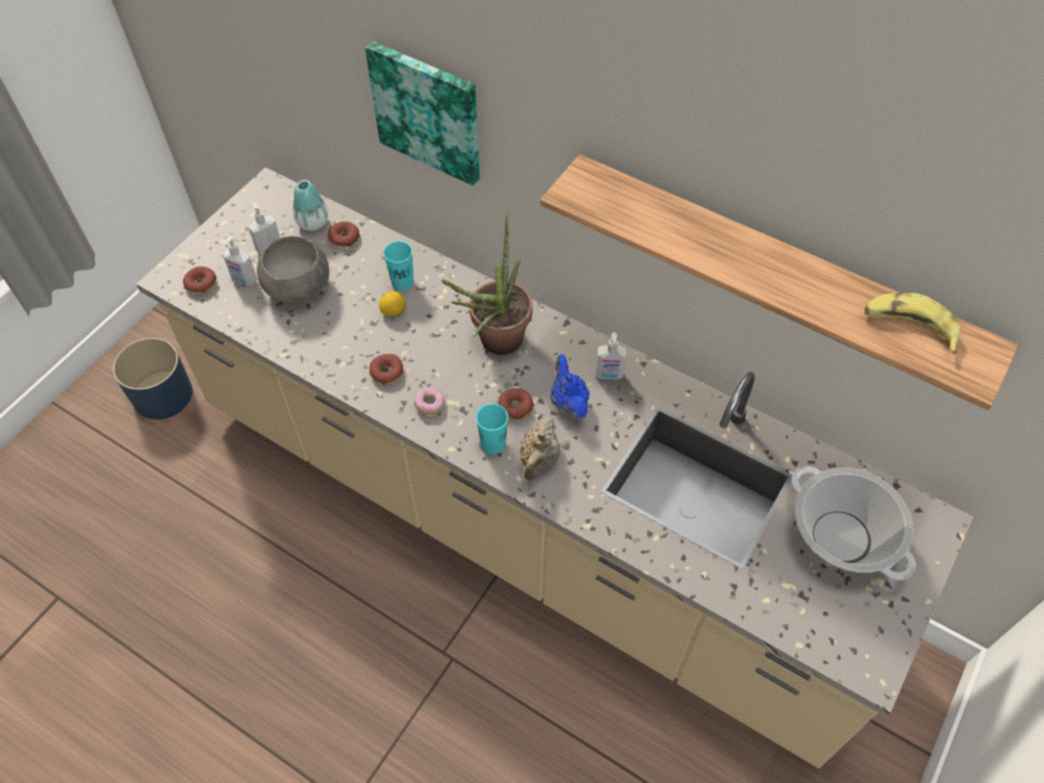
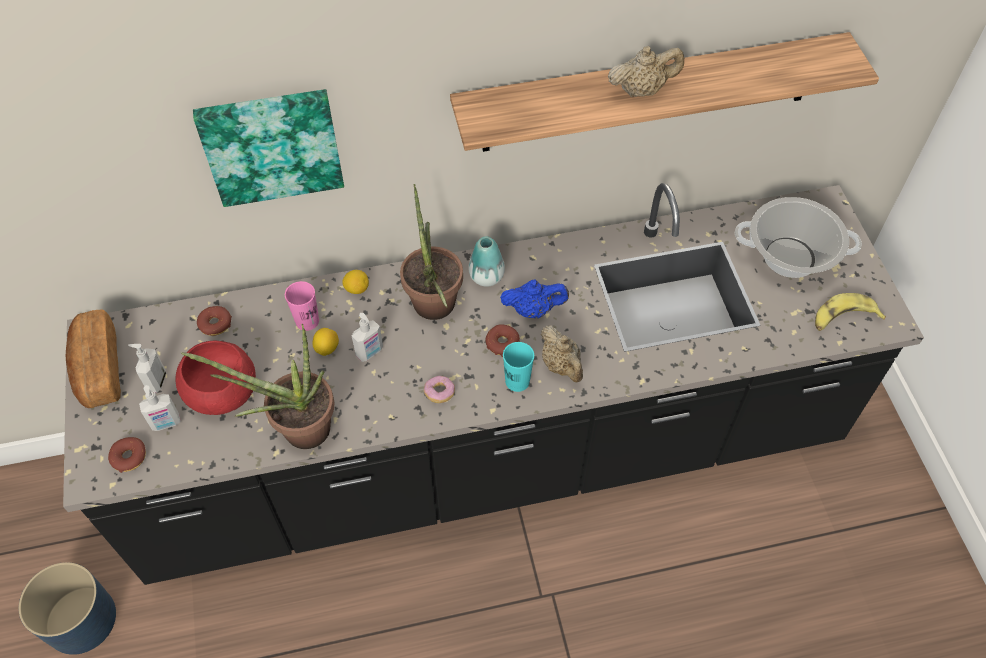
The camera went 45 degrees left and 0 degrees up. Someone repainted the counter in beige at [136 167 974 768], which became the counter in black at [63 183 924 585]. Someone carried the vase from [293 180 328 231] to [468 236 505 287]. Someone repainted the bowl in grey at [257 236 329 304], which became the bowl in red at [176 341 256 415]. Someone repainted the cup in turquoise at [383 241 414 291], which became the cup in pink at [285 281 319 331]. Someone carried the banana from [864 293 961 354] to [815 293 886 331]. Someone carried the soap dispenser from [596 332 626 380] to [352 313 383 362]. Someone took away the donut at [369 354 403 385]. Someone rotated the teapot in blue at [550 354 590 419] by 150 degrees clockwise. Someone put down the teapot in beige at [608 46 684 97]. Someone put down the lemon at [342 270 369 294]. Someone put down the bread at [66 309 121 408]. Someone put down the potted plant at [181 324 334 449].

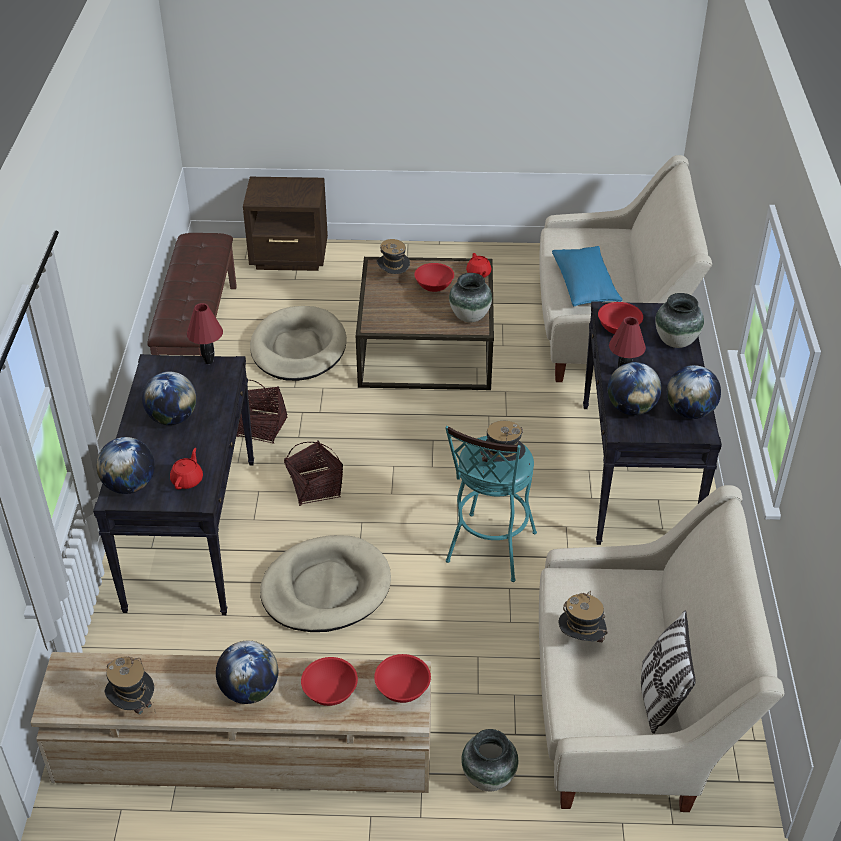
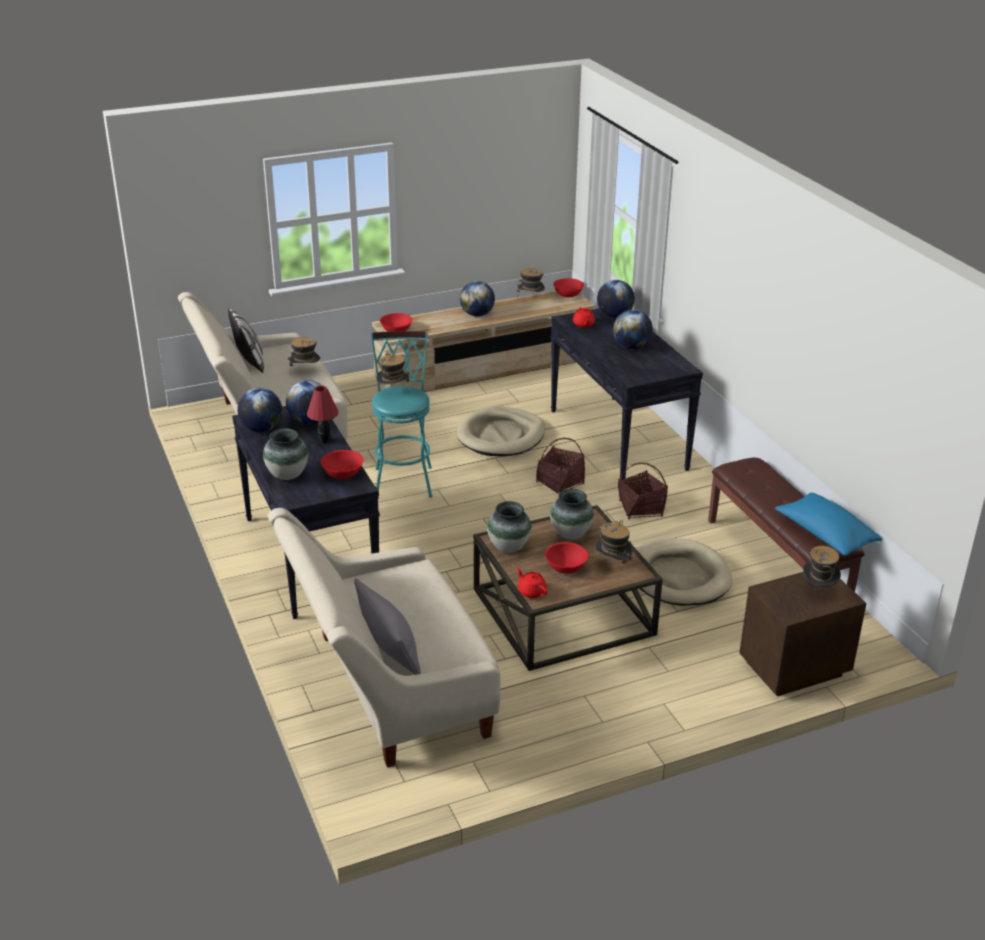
The camera went 155 degrees right and 10 degrees down. Someone carried the pillow in blue from [552 246 623 306] to [775 492 882 556]. Someone took away the table lamp in red at [187 303 223 364]. Someone carried the bowl in red from [301 657 358 706] to [553 278 584 297]. Someone carried the vase from [461 729 518 791] to [550 489 594 539]. Someone put down the hat at [803 546 841 587]. Someone put down the pillow in grey at [354 578 421 675].

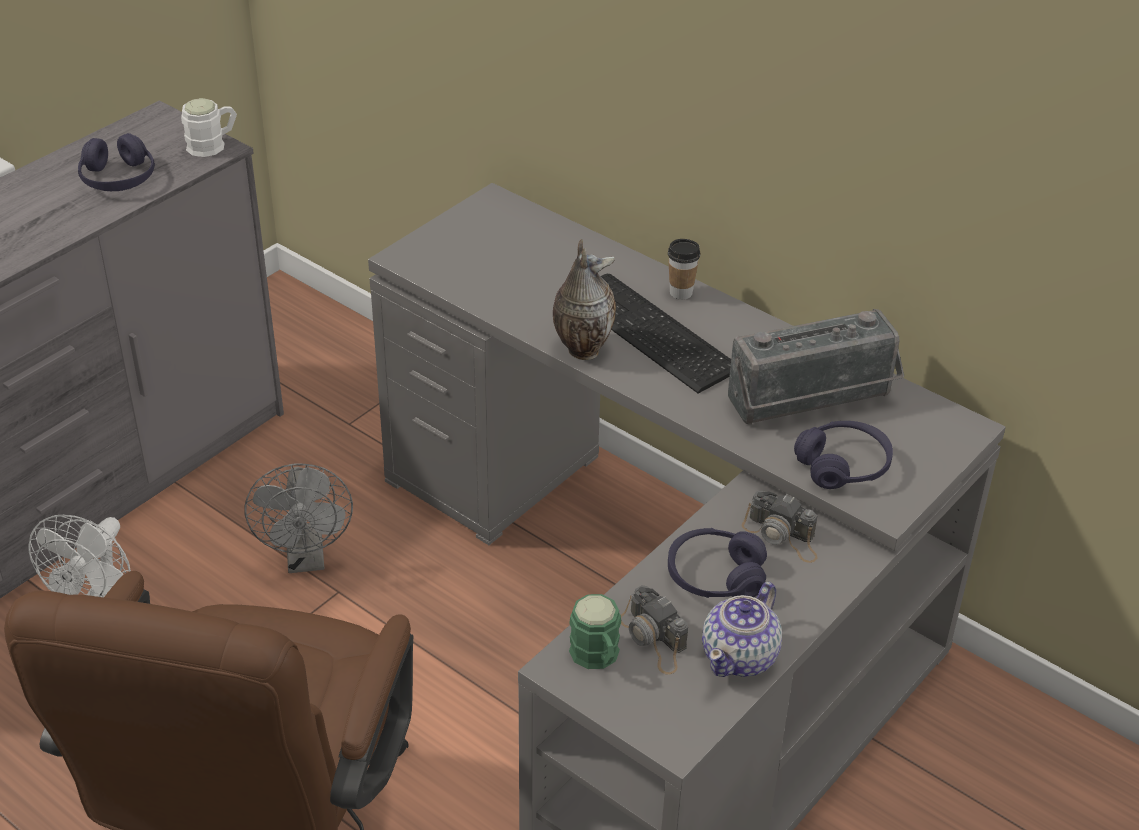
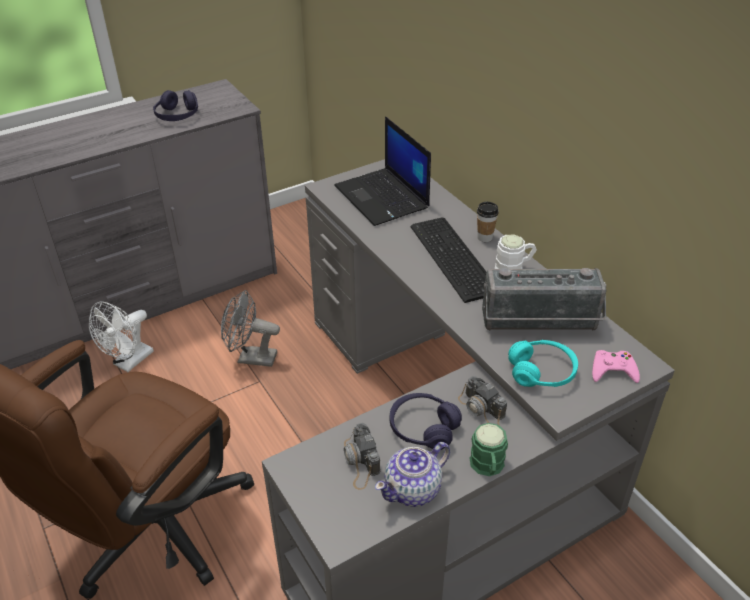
The camera went 20 degrees right and 0 degrees up. Someone carried the mug in white from [181 98 237 157] to [495 234 537 269]. Someone took away the vase at [553 239 616 360]. Someone repainted the headphones in purple at [794 421 893 489], which became the headphones in turquoise at [508 340 578 387]. Someone rotated the fan in grey at [245 464 353 573] by 90 degrees clockwise. Someone carried the mug in green from [569 594 621 669] to [470 423 508 476]. Someone put down the laptop at [334 117 431 226]. Someone put down the game controller in pink at [592 350 640 383].

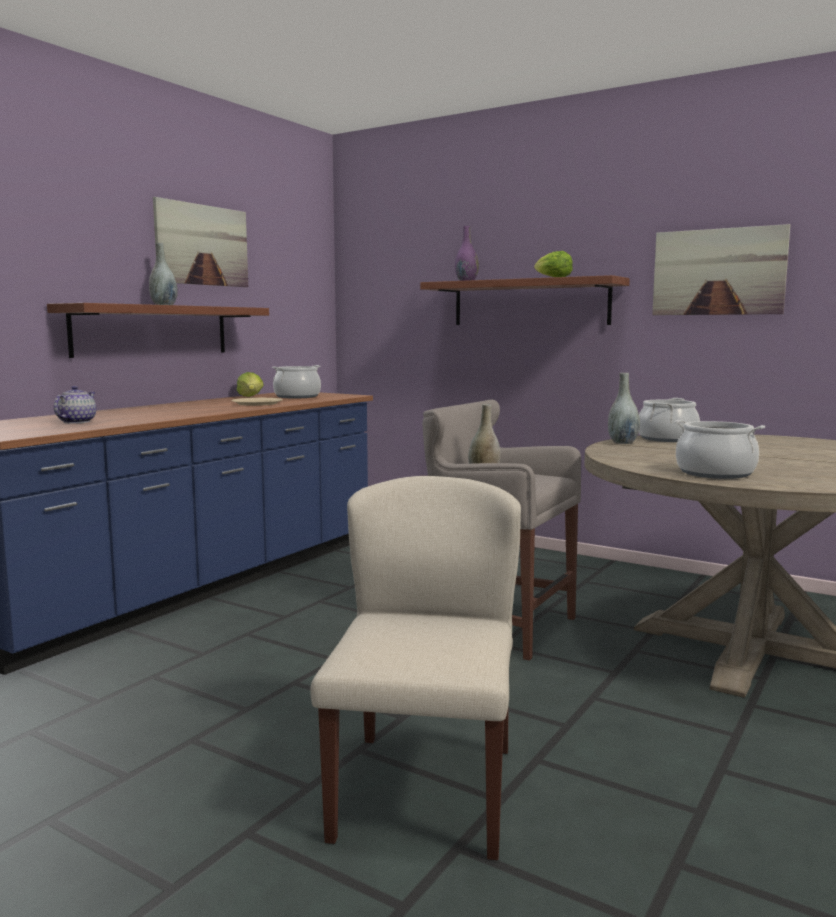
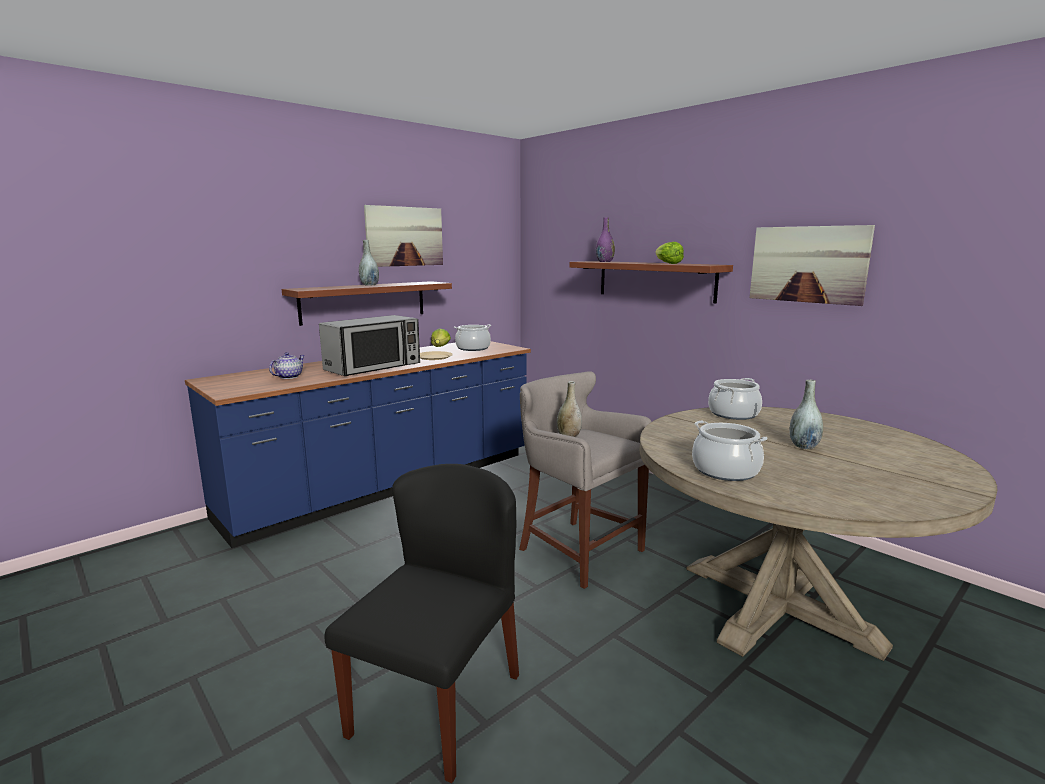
The camera went 15 degrees right and 5 degrees up. Someone carried the vase in grey from [608 373 640 444] to [790 380 823 449]. Someone repainted the chair in beige at [310 476 521 860], which became the chair in black at [325 464 519 783]. Someone put down the microwave at [319 315 420 376].

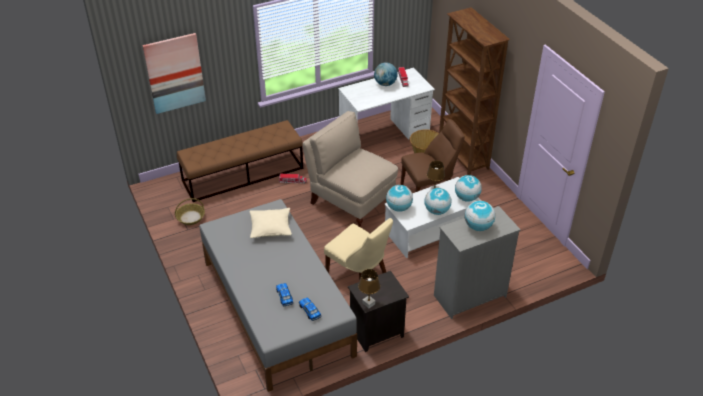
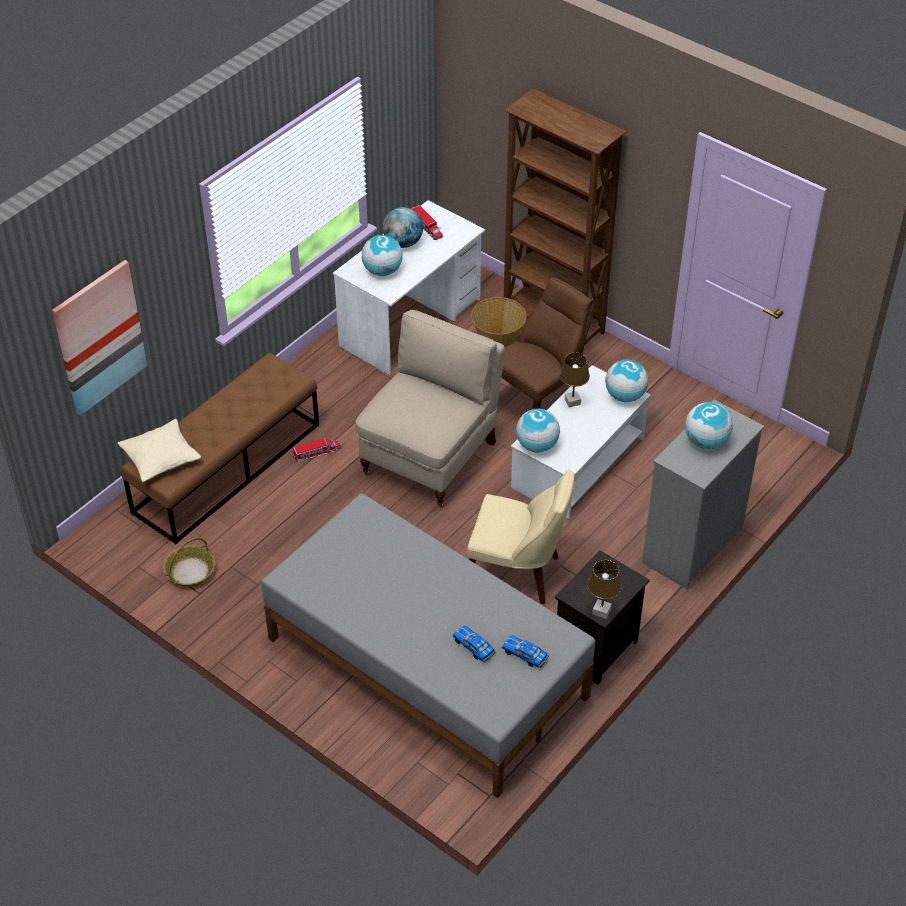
The camera went 25 degrees left and 5 degrees up. Someone rotated the chair in beige at [302 111 398 227] by 105 degrees clockwise. Someone carried the globe from [424 188 451 215] to [362 235 402 276]. Someone carried the pillow in beige from [250 208 292 238] to [118 419 201 482].

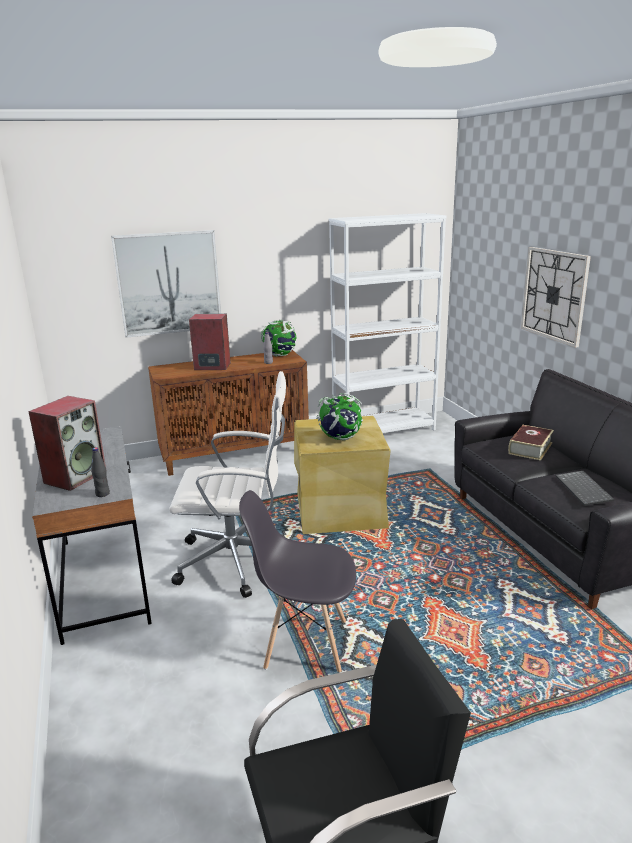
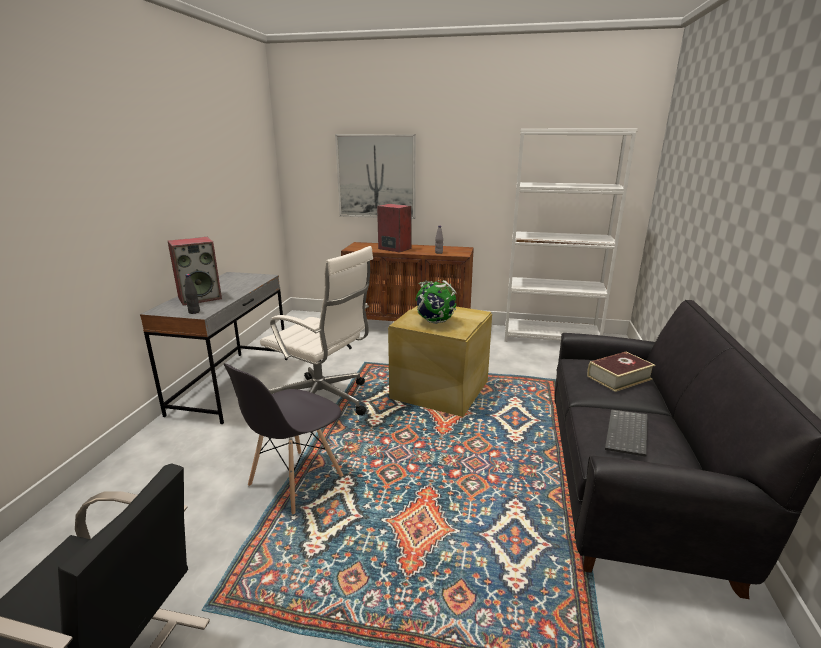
The camera went 30 degrees right and 0 degrees up. Someone took away the wall clock at [521 247 591 348]. Someone took away the globe at [261 320 297 357]. Someone rotated the chair in grey at [239 490 356 672] by 90 degrees counterclockwise.

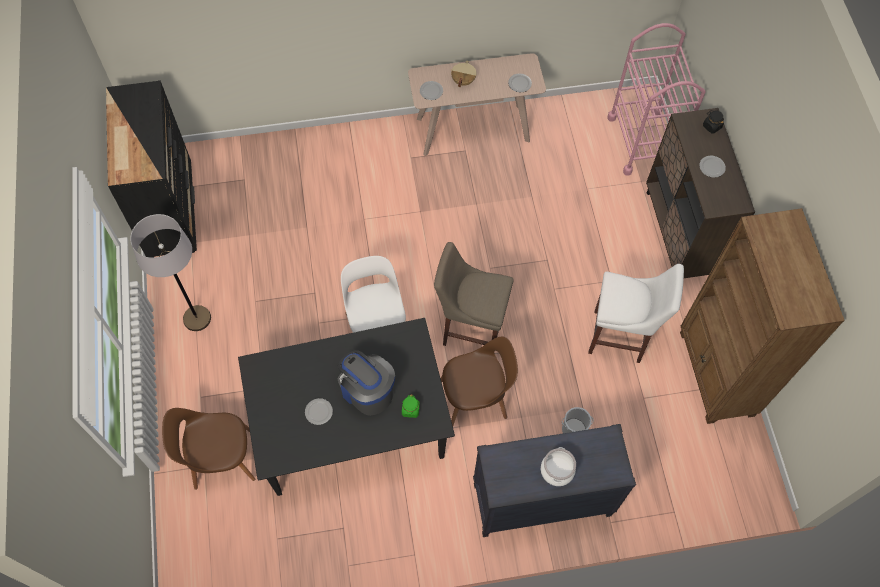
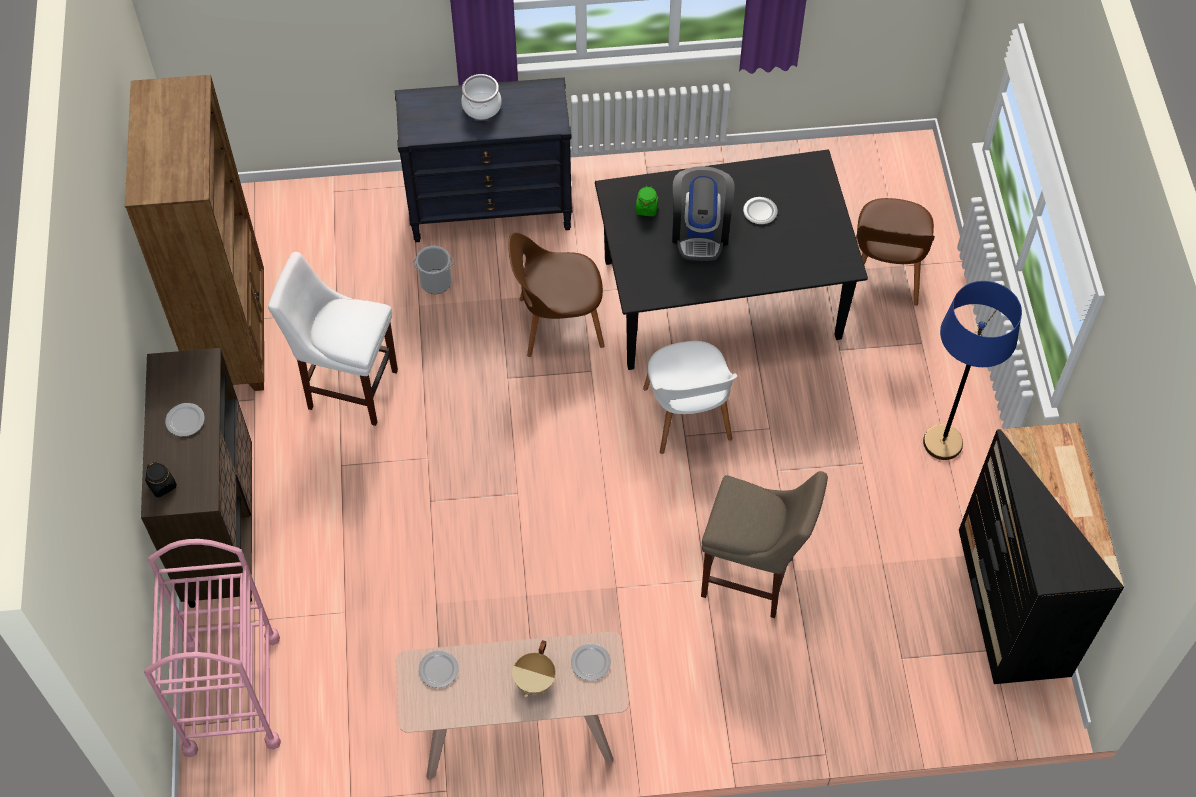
The camera went 175 degrees left and 5 degrees down. Someone repainted the floor lamp in grey at [130 214 211 331], which became the floor lamp in blue at [923 281 1022 460]. Someone carried the stool in beige from [434 242 514 346] to [701 471 828 618]. Someone rotated the coffee machine at [337 350 395 416] by 45 degrees clockwise. Someone rotated the chair in brown at [162 408 255 490] by 105 degrees clockwise.

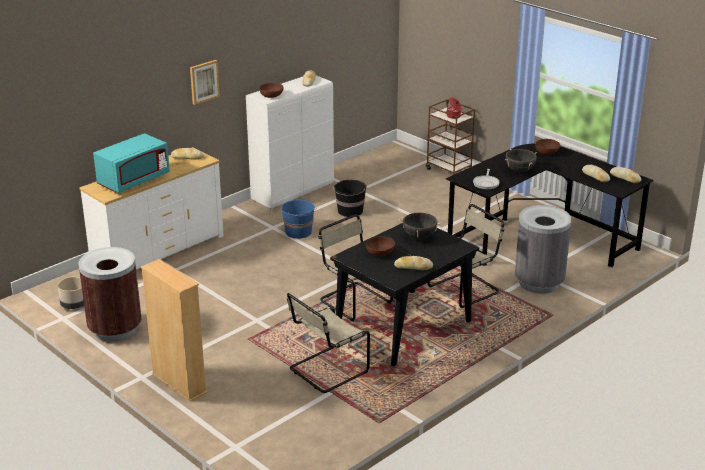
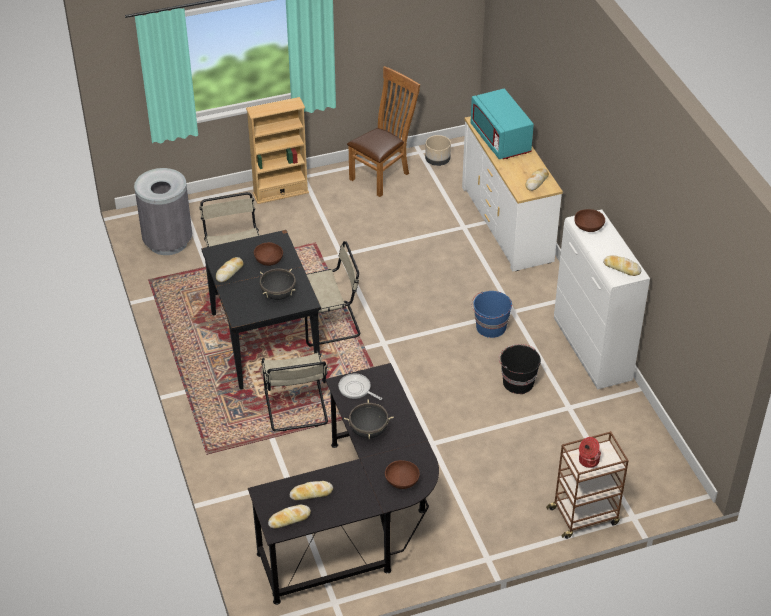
The camera went 115 degrees right and 15 degrees up. Someone took away the picture at [190 60 220 105]. Someone carried the trash can in grey from [515 205 572 294] to [134 168 192 255]. Someone swapped the trash can in brown at [78 247 142 342] for the chair in brown at [347 66 420 197].

